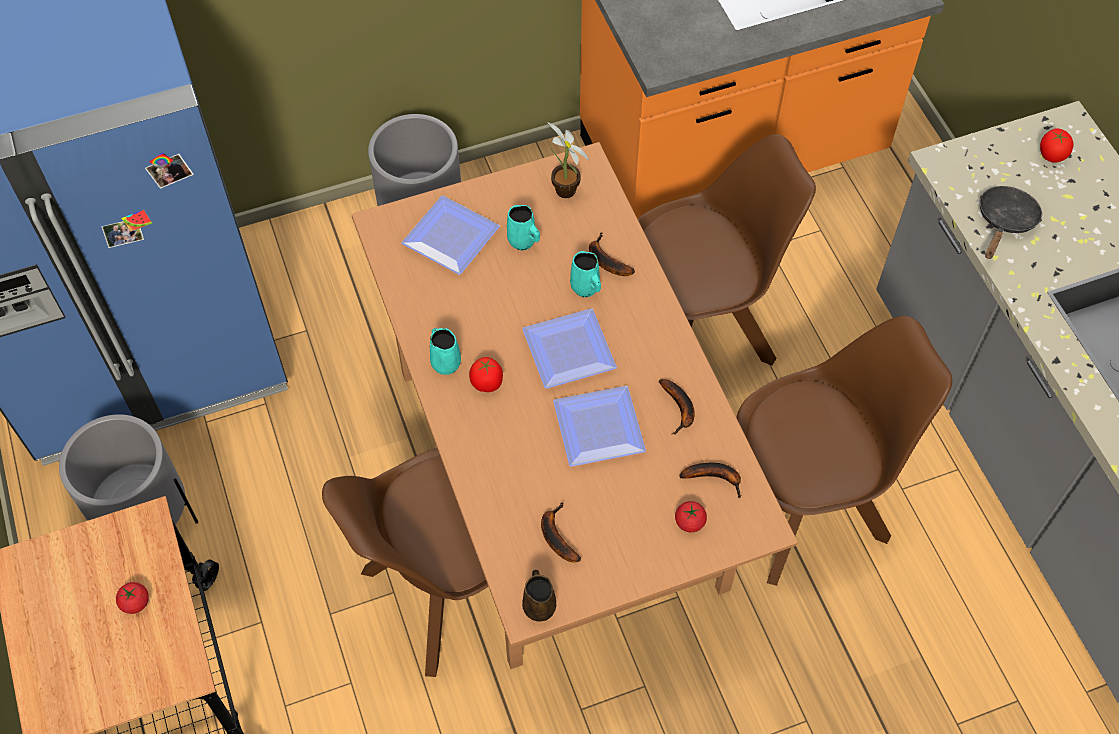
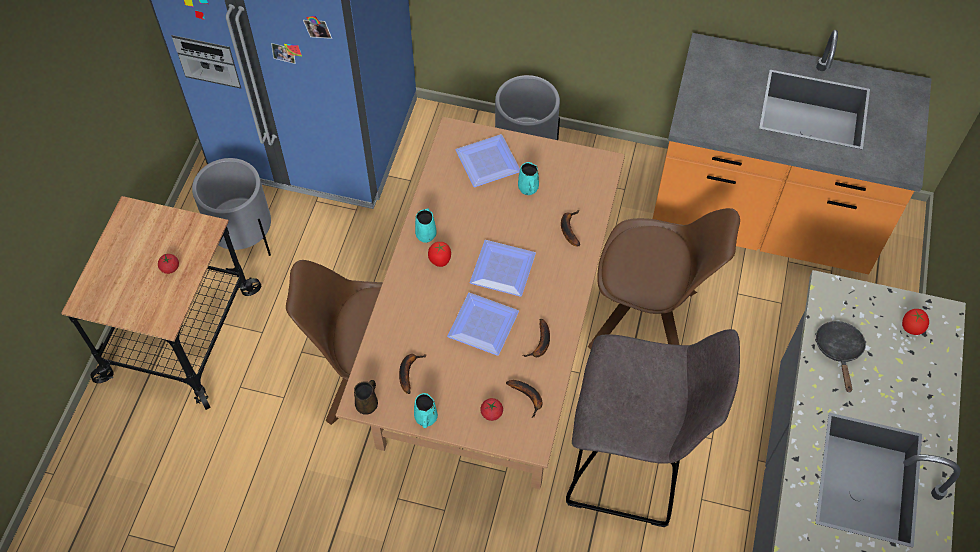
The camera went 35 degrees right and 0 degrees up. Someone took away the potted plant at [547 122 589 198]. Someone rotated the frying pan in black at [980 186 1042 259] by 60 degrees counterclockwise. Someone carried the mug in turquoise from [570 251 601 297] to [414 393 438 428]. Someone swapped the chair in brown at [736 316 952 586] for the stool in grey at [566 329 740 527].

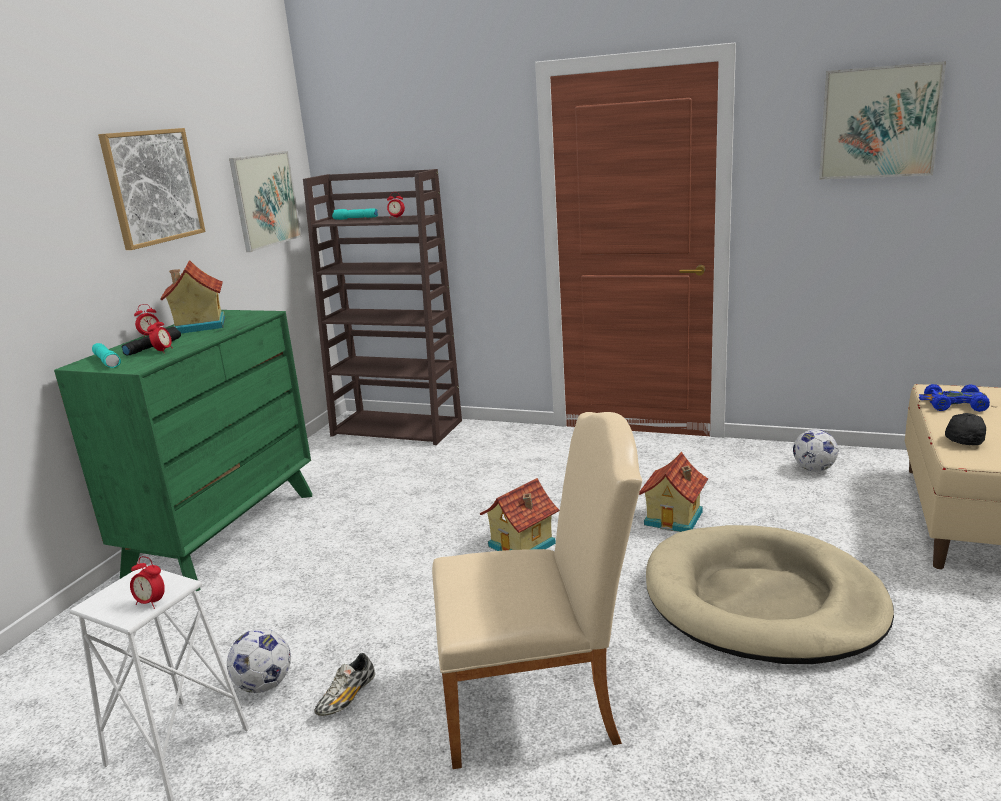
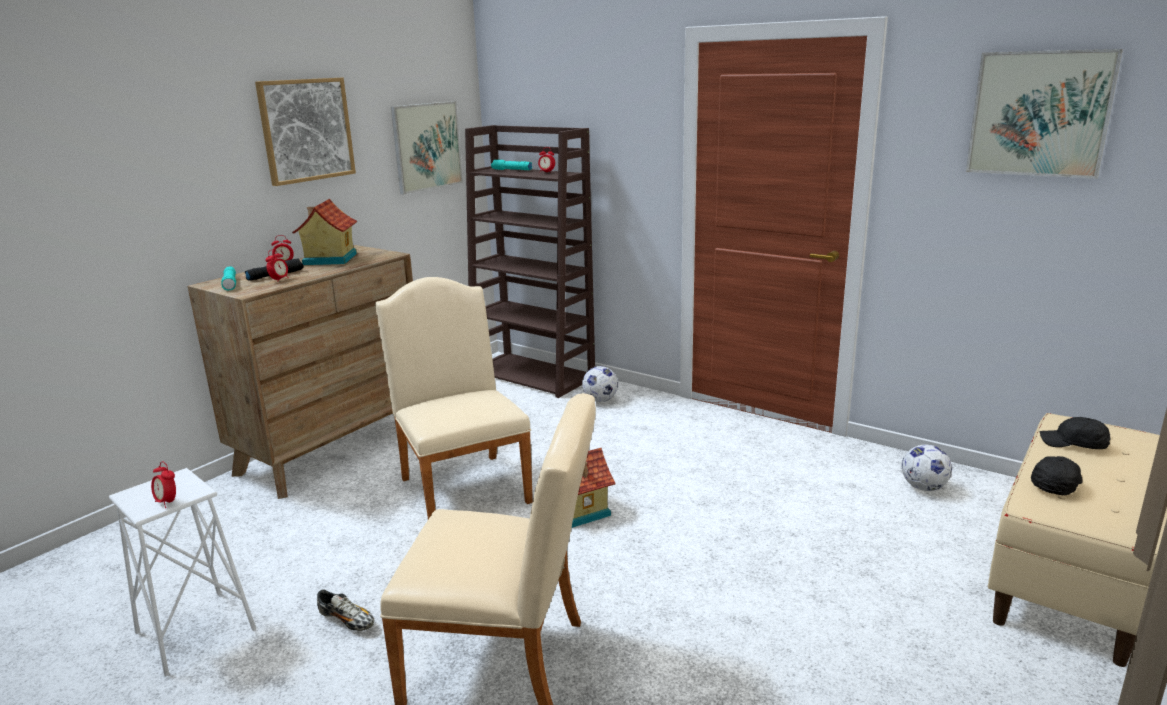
The camera went 15 degrees right and 0 degrees up. Someone repainted the dresser in green at [54 310 312 591], which became the dresser in brown at [187 245 413 499]. Someone swapped the toy car in blue at [919 384 990 412] for the cap in black at [1040 417 1111 449]. Someone took away the toy house at [639 451 708 532]. Someone took away the dog bed in beige at [646 525 894 664]. Someone carried the football from [227 629 291 693] to [582 366 618 402]. Someone rotated the shoe at [314 653 375 716] by 105 degrees counterclockwise. Someone put down the chair in beige at [375 277 533 519].

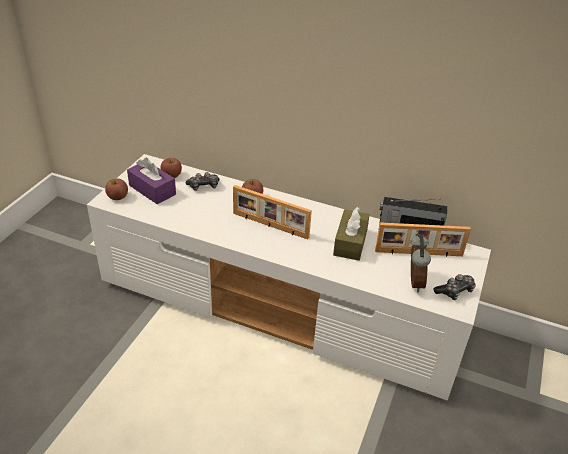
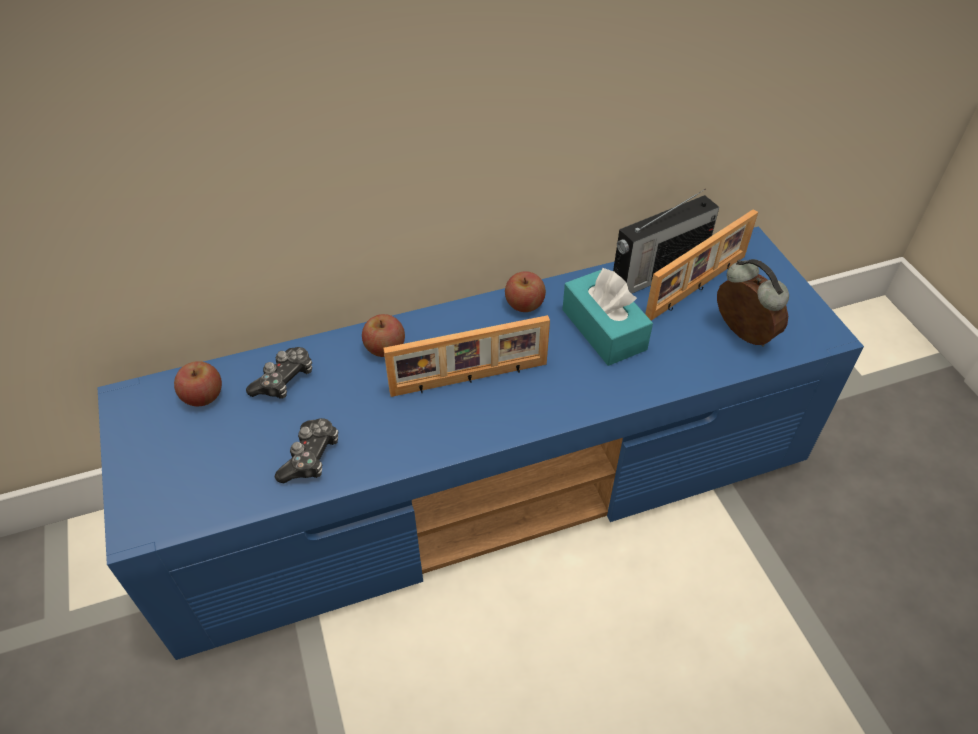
The camera went 40 degrees left and 10 degrees up. Someone repainted the tv stand in white at [87 154 491 401], which became the tv stand in blue at [98 227 864 660]. Someone took away the tissue box in purple at [127 158 176 204]. Someone carried the apple from [105 179 128 200] to [505 271 546 312]. Someone repainted the tissue box in brown at [333 207 370 261], which became the tissue box in turquoise at [562 267 653 366]. Someone carried the game controller from [433 274 476 300] to [274 418 338 483].

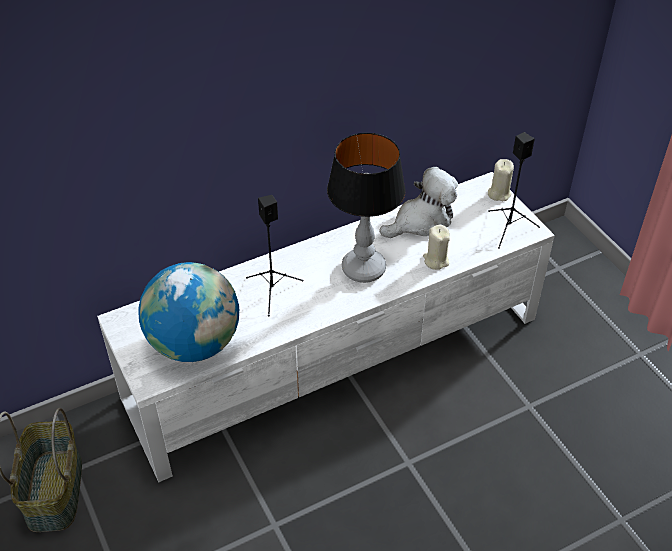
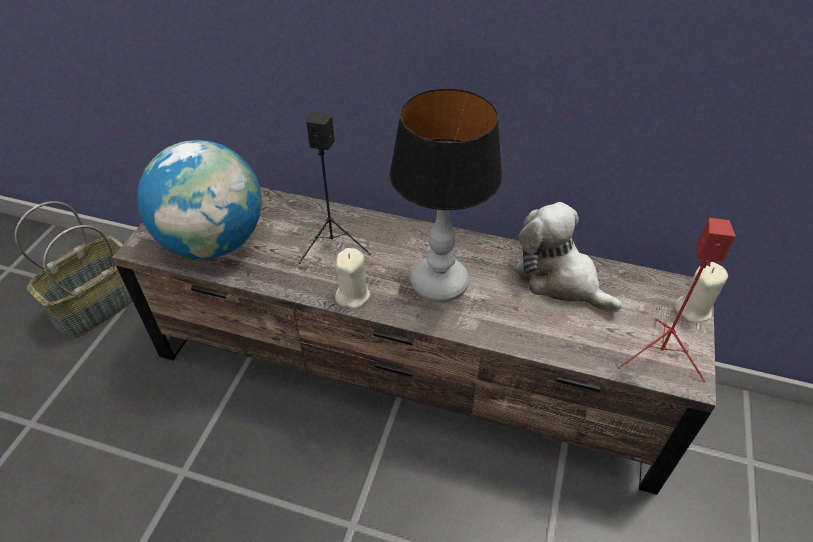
The camera went 45 degrees right and 0 degrees up. Someone repainted the speaker in black at [488 132 540 249], which became the speaker in red at [618 218 736 382]. Someone rotated the plush toy at [379 167 458 238] by 150 degrees counterclockwise. Someone repainted the tv stand in white at [97 172 555 483], which became the tv stand in brown at [112 187 716 495]. Someone carried the candle in beige from [423 225 450 270] to [335 248 370 309].

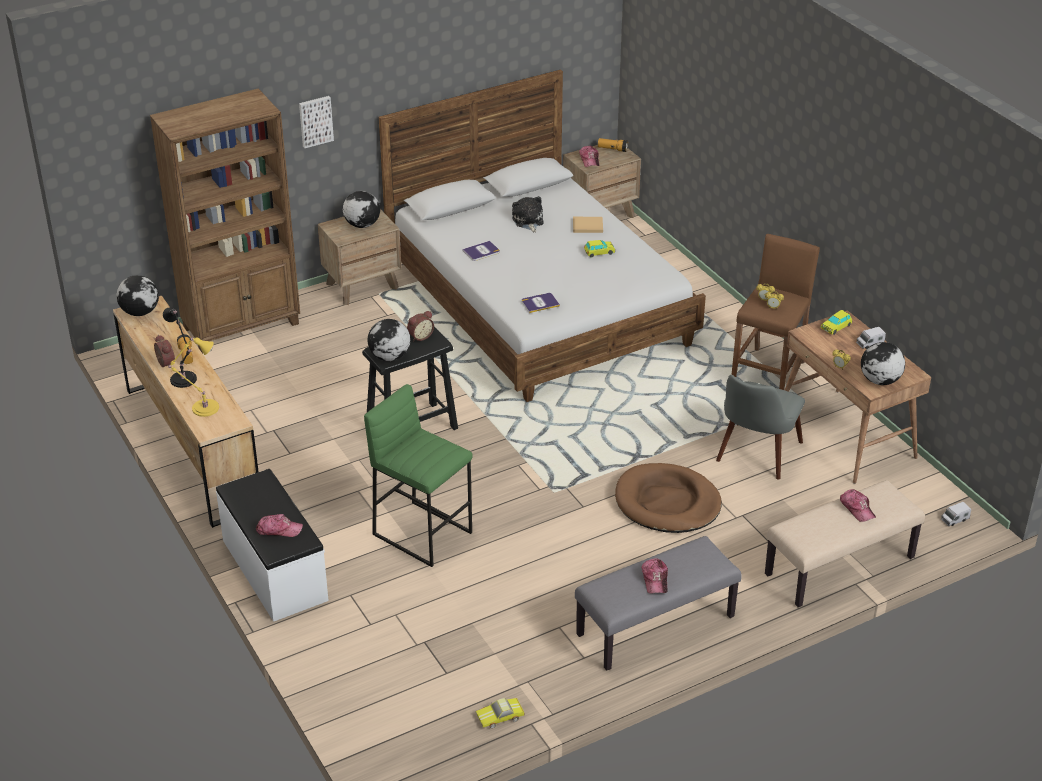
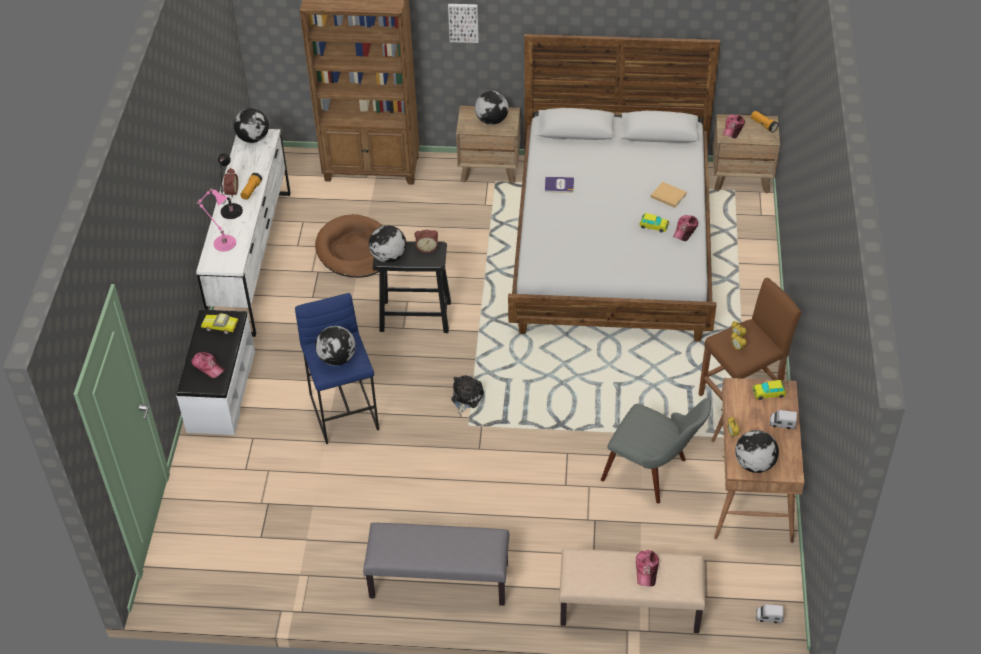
The camera went 35 degrees right and 10 degrees up. Someone carried the plush toy from [512 196 544 233] to [451 375 484 415]. Someone took away the book at [522 293 560 313]. Someone repainted the dresser in brown at [113 296 259 528], which became the dresser in white at [196 129 291 337]. Someone repainted the table lamp in yellow at [167 337 219 417], which became the table lamp in pink at [197 188 236 251]. Someone rotated the chair in grey at [716 375 805 480] by 120 degrees counterclockwise. Someone repainted the stool in green at [364 384 473 567], which became the stool in blue at [295 293 379 444]. Someone carried the dog bed in brown from [615 463 722 533] to [315 214 383 278]. Someone carried the cap from [642 559 668 594] to [673 215 698 241]. Someone carried the toy car from [476 698 524 728] to [201 313 238 334]. Someone put down the globe at [315 326 356 366].

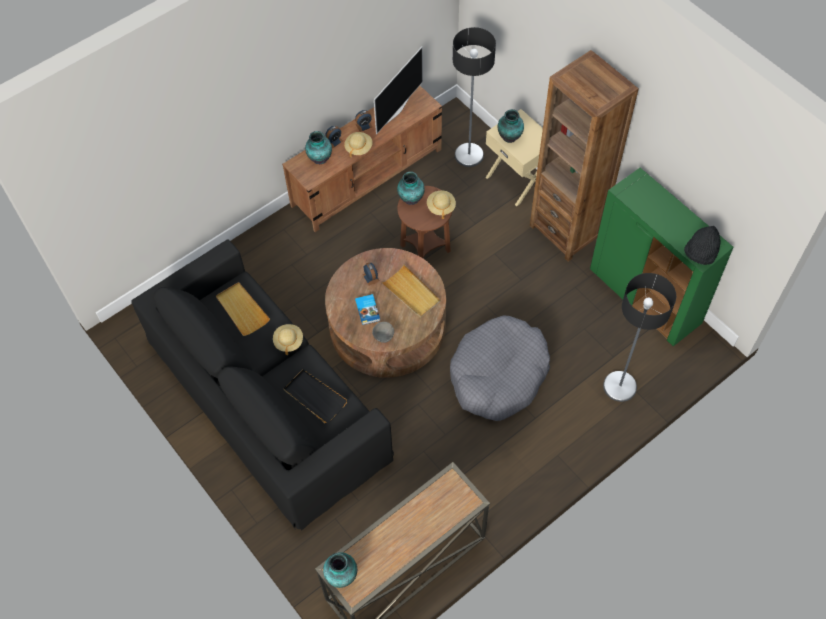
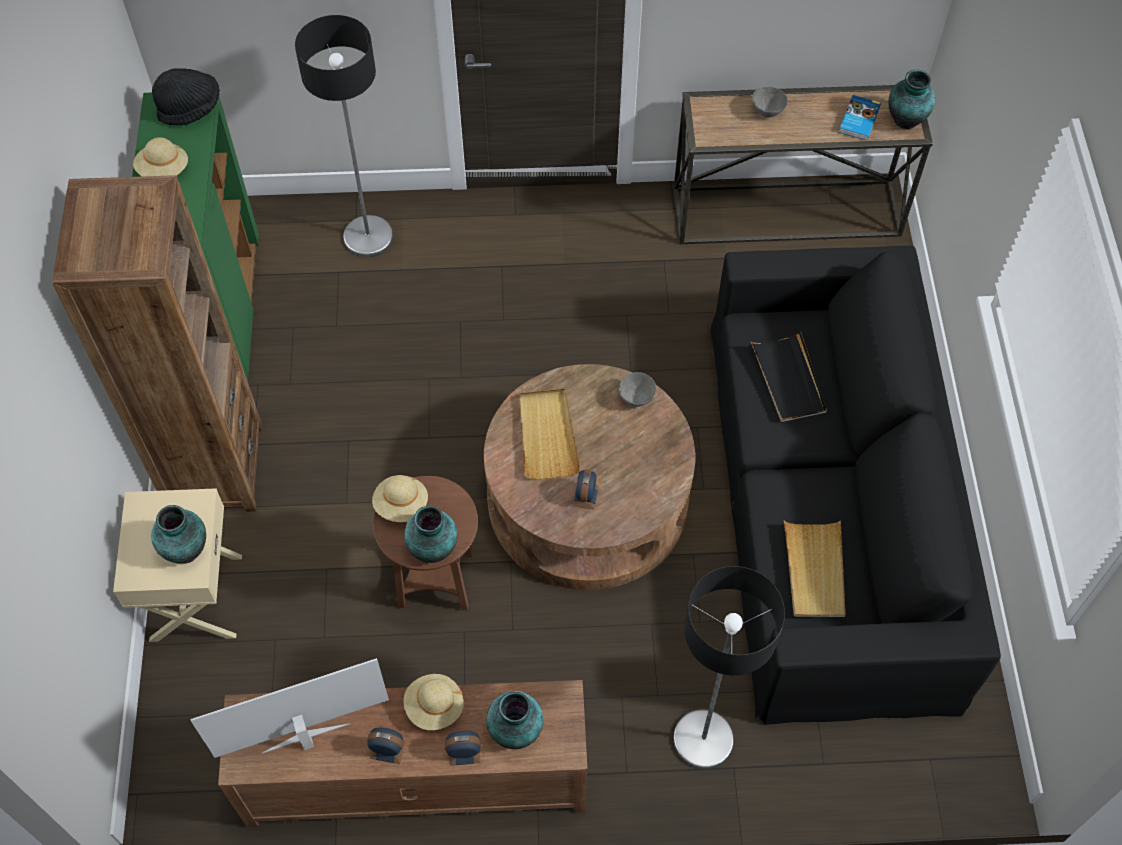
The camera went 145 degrees left and 0 degrees up. Someone carried the floor lamp from [453 27 496 167] to [673 566 785 769]. Someone carried the book from [355 294 380 325] to [839 95 881 141]. Someone took away the dog bed in grey at [450 316 550 421]. Someone carried the hat in beige from [273 324 303 355] to [133 137 188 177]. Someone put down the bowl in grey at [752 86 788 118].

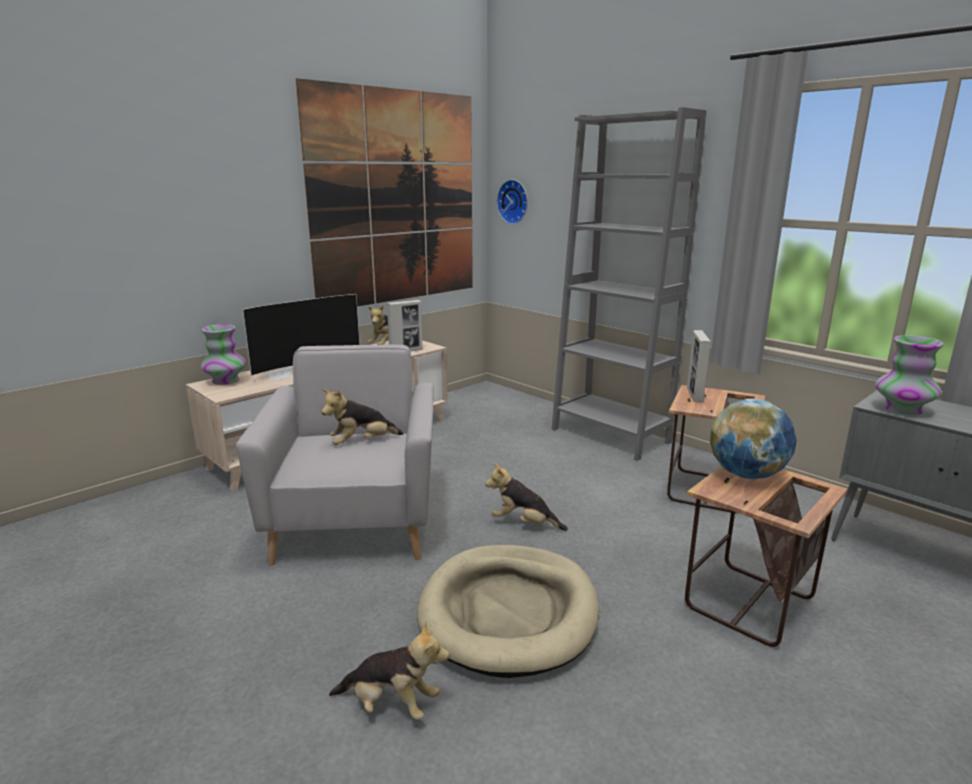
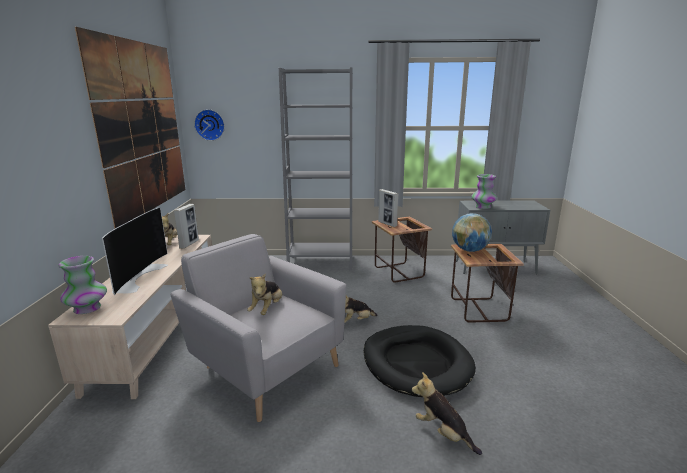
The camera went 45 degrees left and 0 degrees up. Someone repainted the dog bed in beige at [417 545 599 678], which became the dog bed in black at [363 325 476 397]. Someone rotated the plush toy at [329 621 449 720] by 105 degrees counterclockwise.

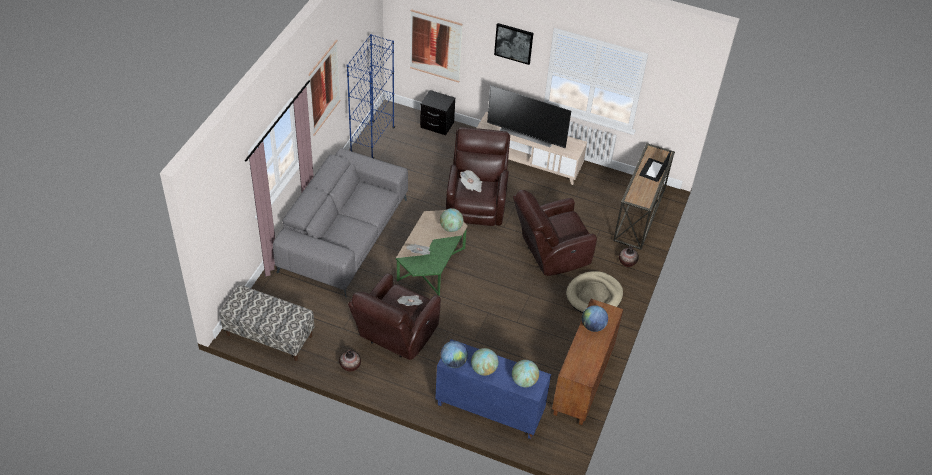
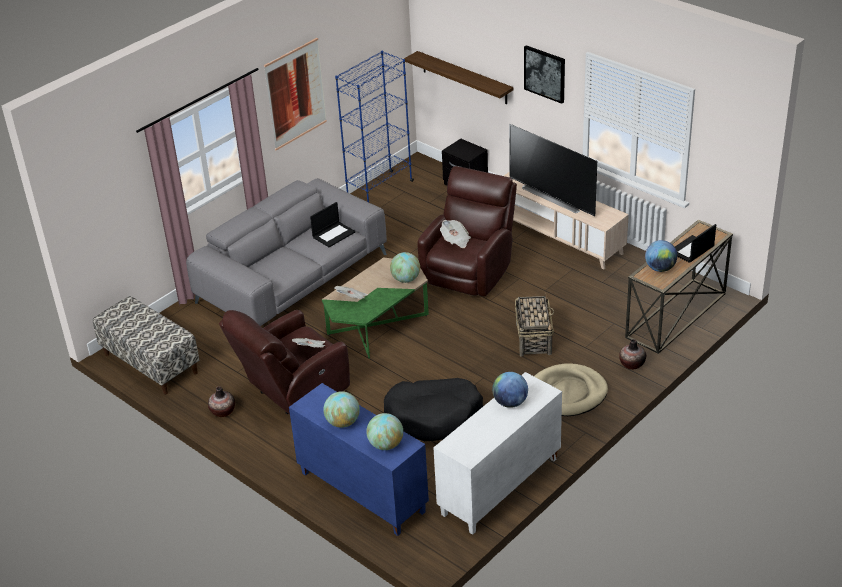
The camera went 25 degrees right and 10 degrees down. Someone swapped the picture at [410 9 463 83] for the shelf at [404 51 513 104]. Someone swapped the armchair in brown at [513 190 597 276] for the basket at [515 293 554 356]. Someone repainted the cabinet in brown at [552 299 623 425], which became the cabinet in white at [433 372 562 535]. Someone carried the globe from [441 341 468 368] to [645 240 677 272]. Someone put down the laptop at [310 202 355 247]. Someone put down the dog bed in black at [384 378 483 441].

